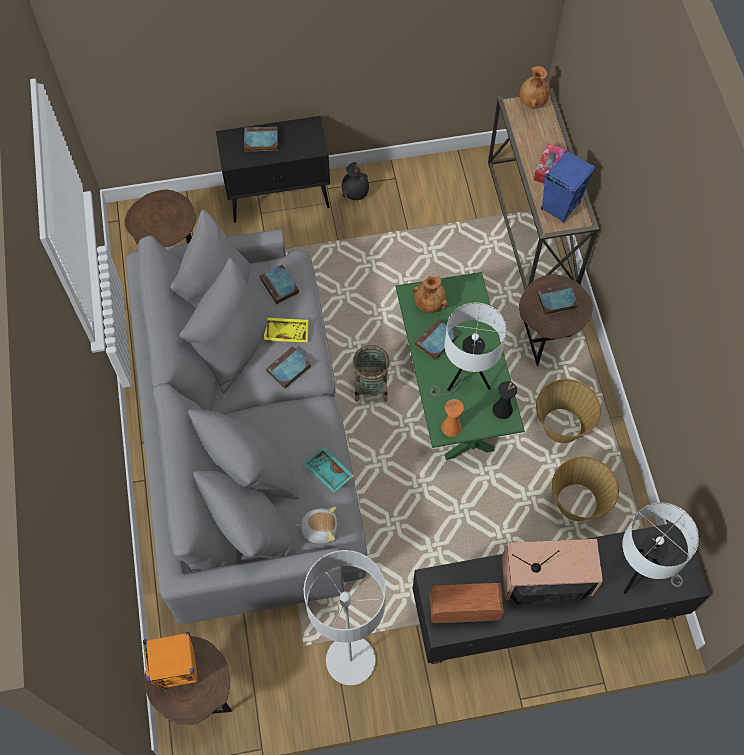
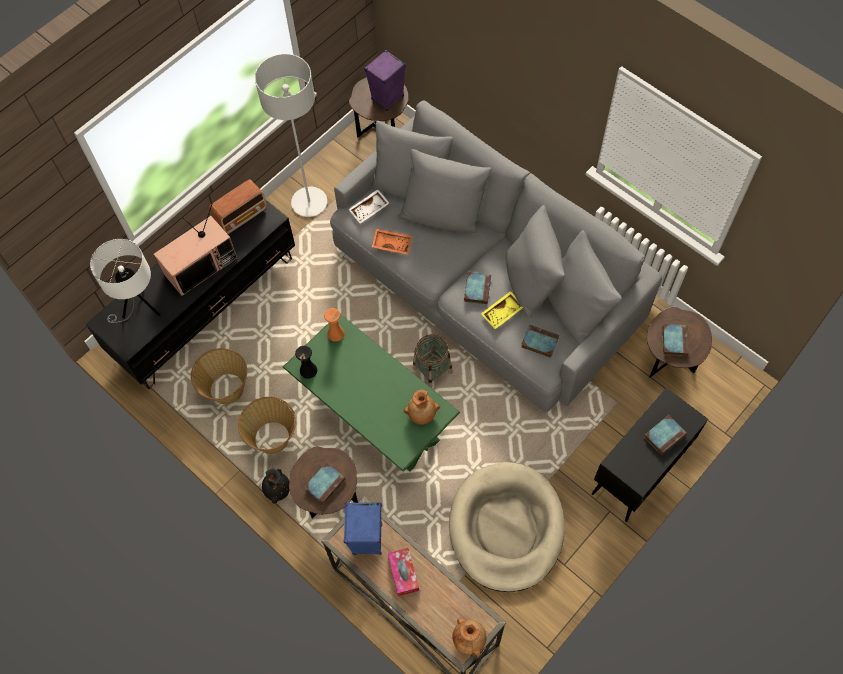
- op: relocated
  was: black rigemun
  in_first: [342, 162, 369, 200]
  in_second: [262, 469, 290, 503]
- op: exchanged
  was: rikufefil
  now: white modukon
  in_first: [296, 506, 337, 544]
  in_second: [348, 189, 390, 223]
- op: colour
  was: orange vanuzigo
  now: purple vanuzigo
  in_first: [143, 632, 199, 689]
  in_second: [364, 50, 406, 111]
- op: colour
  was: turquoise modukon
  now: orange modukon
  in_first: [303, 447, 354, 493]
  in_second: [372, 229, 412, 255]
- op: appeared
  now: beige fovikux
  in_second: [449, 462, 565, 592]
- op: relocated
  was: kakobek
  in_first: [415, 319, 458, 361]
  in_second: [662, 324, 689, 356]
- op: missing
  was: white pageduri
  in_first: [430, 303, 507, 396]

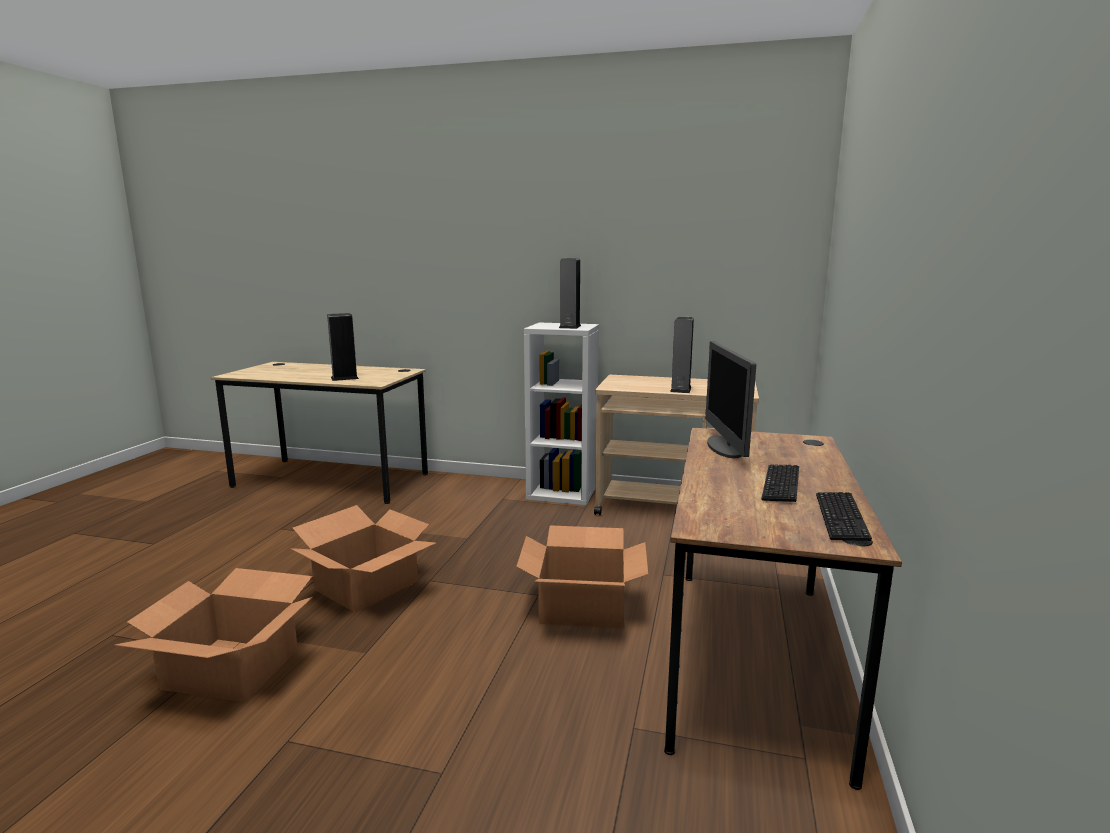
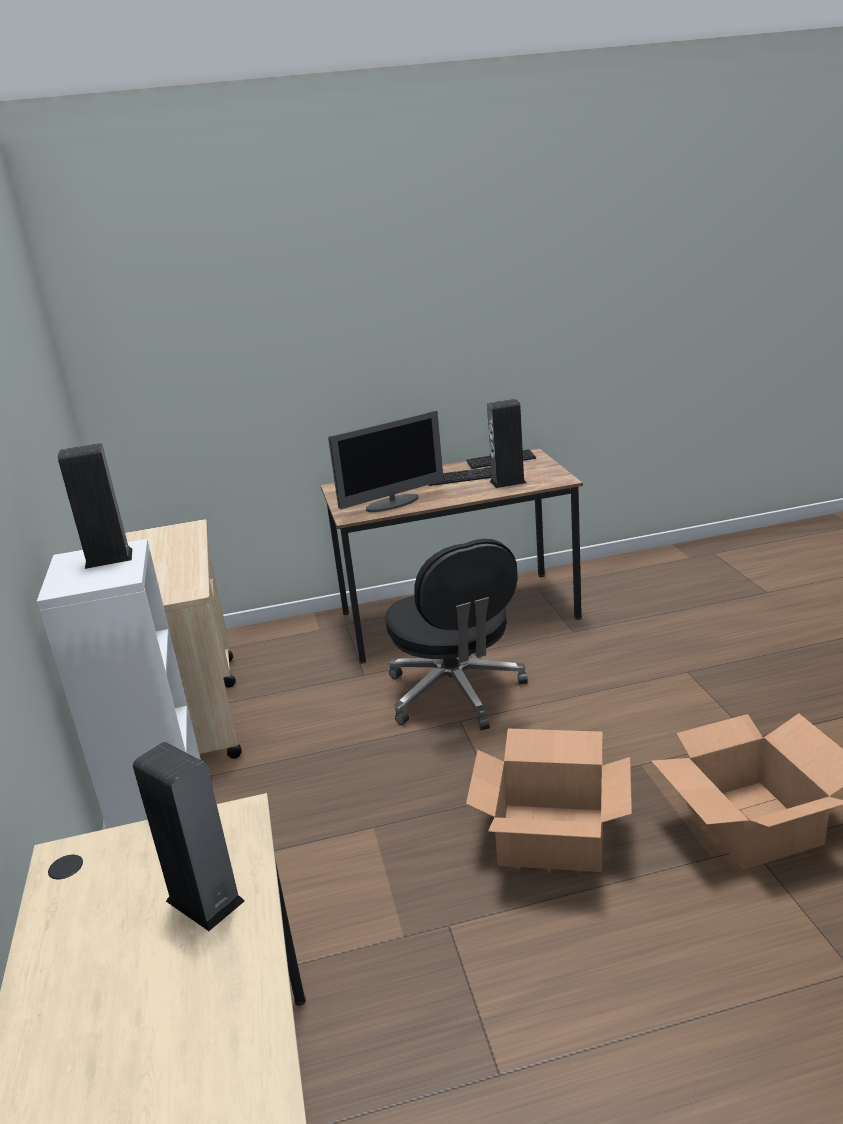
- op: exchanged
  was: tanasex
  now: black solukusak
  in_first: [516, 525, 648, 628]
  in_second: [385, 539, 528, 730]
- op: relocated
  was: vanuzigo
  in_first: [670, 317, 694, 393]
  in_second: [487, 399, 526, 488]

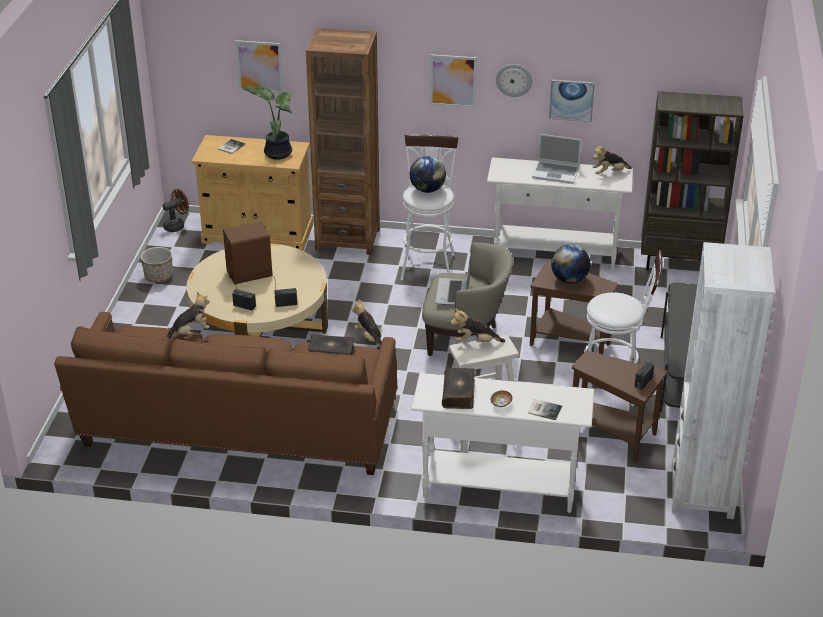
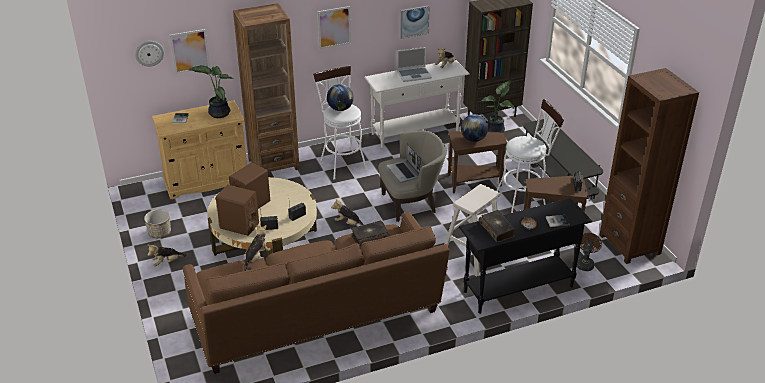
- op: relocated
  was: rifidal
  in_first: [496, 64, 532, 97]
  in_second: [135, 41, 164, 67]
- op: relocated
  was: rikufefil
  in_first: [451, 308, 505, 342]
  in_second: [148, 245, 187, 266]
- op: appeared
  now: brown vanuzigo
  in_second: [215, 185, 259, 236]
- op: colour
  was: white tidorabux
  now: black tidorabux
  in_first: [411, 373, 594, 513]
  in_second: [459, 198, 592, 314]
- op: appeared
  now: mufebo
  in_second: [481, 80, 514, 132]
- op: relocated
  was: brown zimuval
  in_first: [162, 189, 189, 232]
  in_second: [577, 233, 602, 271]
- op: colour
  was: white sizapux
  now: brown sizapux
  in_first: [672, 242, 775, 519]
  in_second: [600, 68, 699, 264]

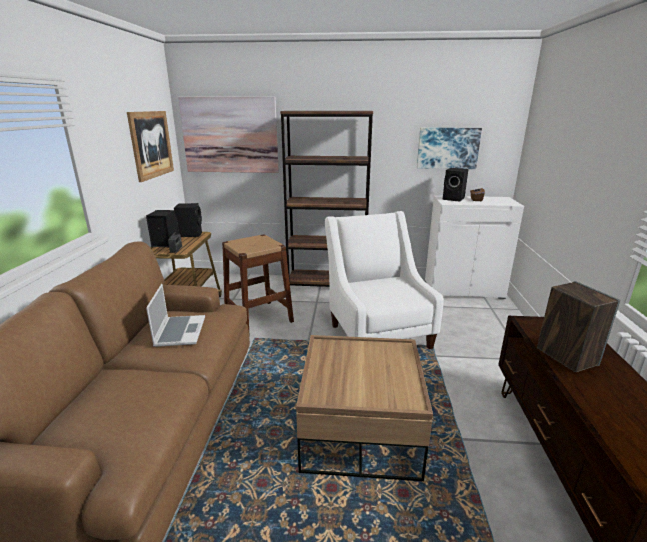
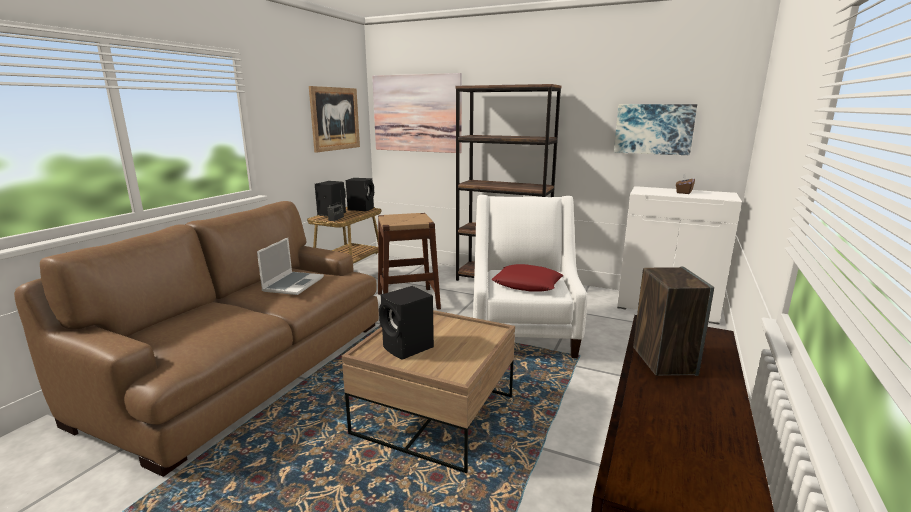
- op: relocated
  was: black vanuzigo
  in_first: [442, 168, 468, 201]
  in_second: [379, 286, 434, 360]
- op: appeared
  now: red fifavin
  in_second: [492, 264, 563, 292]

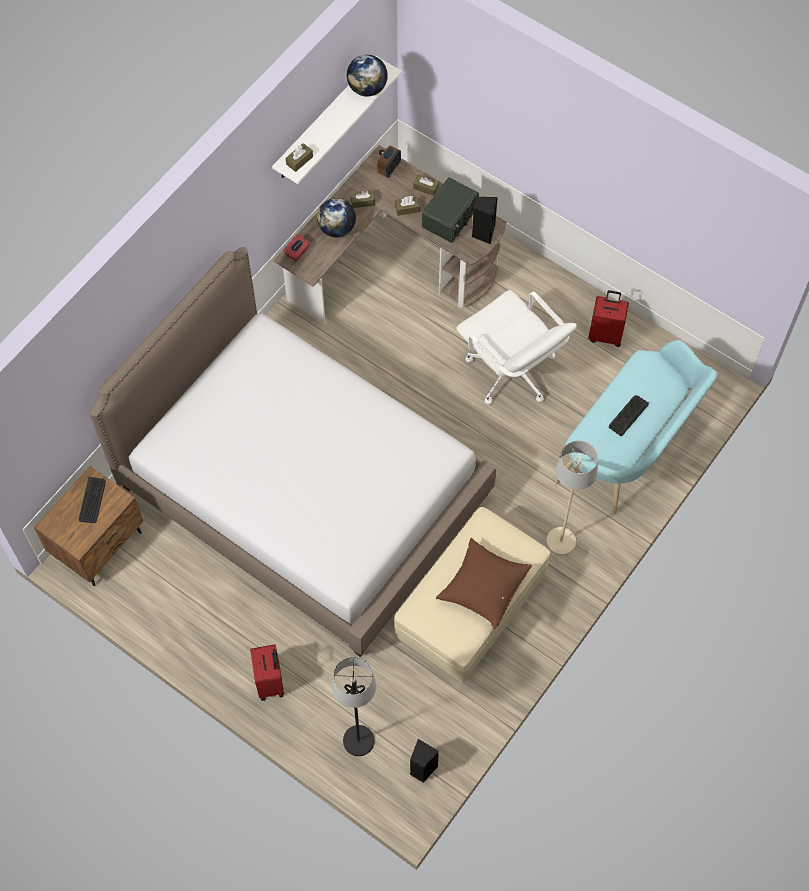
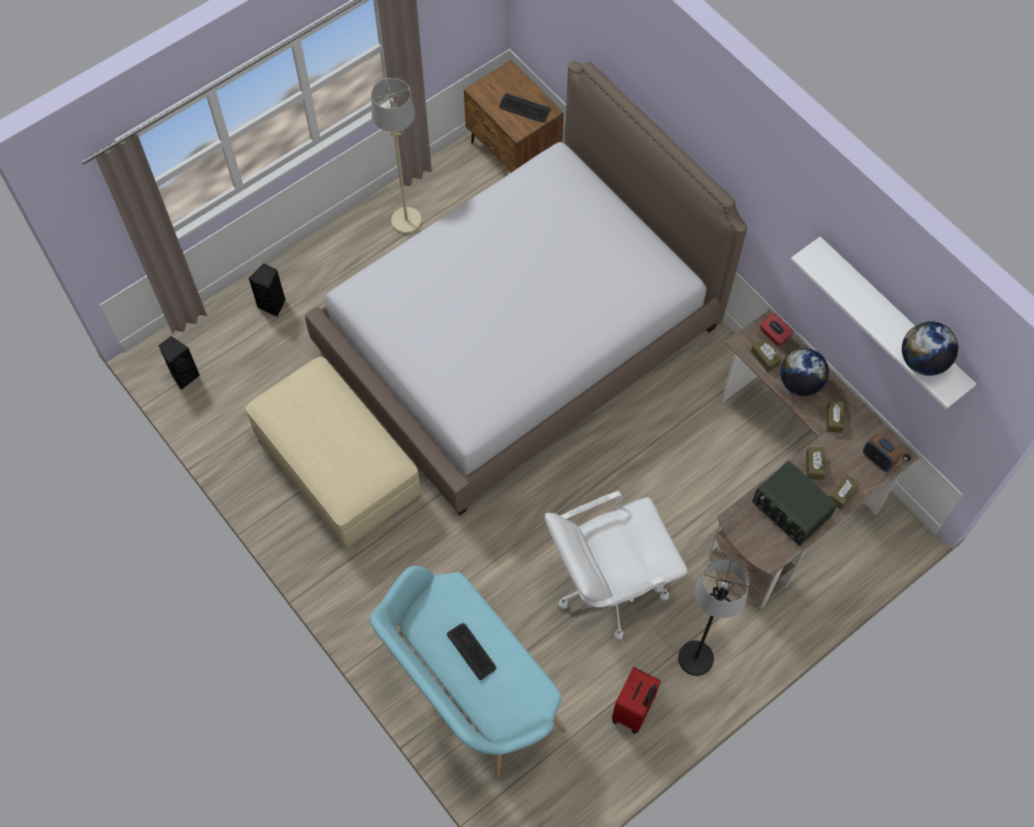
- op: relocated
  was: black vanuzigo
  in_first: [472, 197, 498, 244]
  in_second: [248, 263, 286, 317]
- op: relocated
  was: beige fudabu
  in_first: [546, 440, 598, 555]
  in_second: [371, 78, 422, 234]
- op: relocated
  was: black fudabu
  in_first: [332, 657, 376, 756]
  in_second: [678, 559, 749, 676]
- op: relocated
  was: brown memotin
  in_first: [286, 143, 313, 172]
  in_second: [751, 339, 782, 372]
- op: missing
  was: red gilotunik
  in_first: [250, 644, 284, 701]
- op: missing
  was: brown fifavin
  in_first: [436, 538, 532, 630]

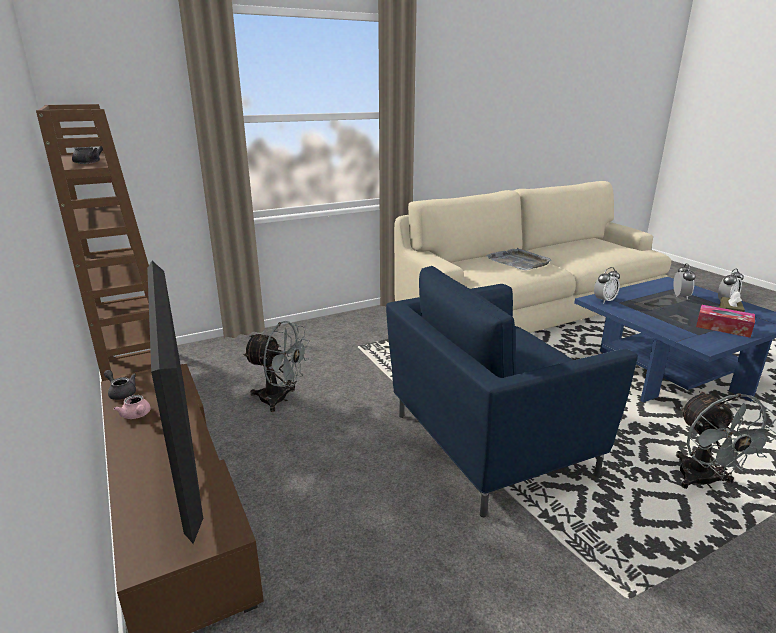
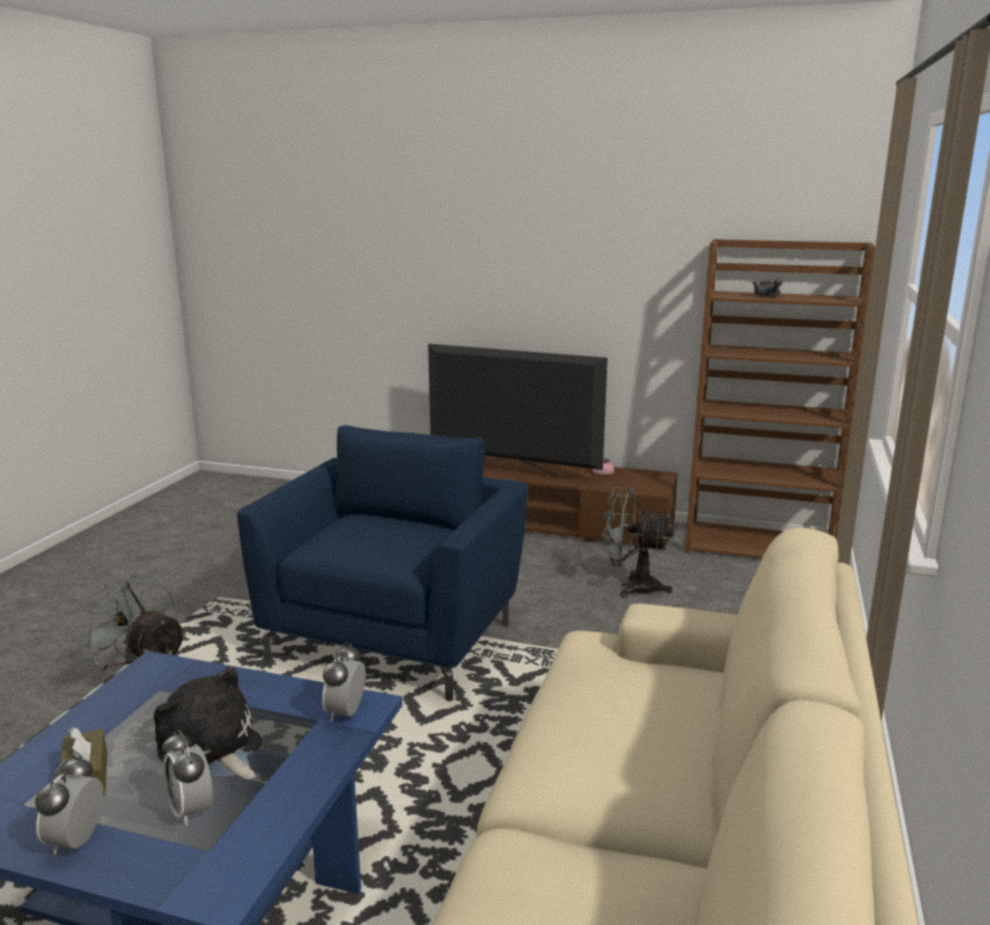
- op: appeared
  now: rikufefil
  in_second: [154, 666, 262, 779]
- op: spun
  was: grey zimuval
  in_first: [243, 321, 309, 412]
  in_second: [601, 487, 674, 598]
  clockwise: 45
- op: missing
  was: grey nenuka
  in_first: [104, 370, 136, 400]
- op: missing
  was: grey modukon
  in_first: [486, 248, 551, 270]
- op: missing
  was: memotin
  in_first: [696, 305, 755, 338]

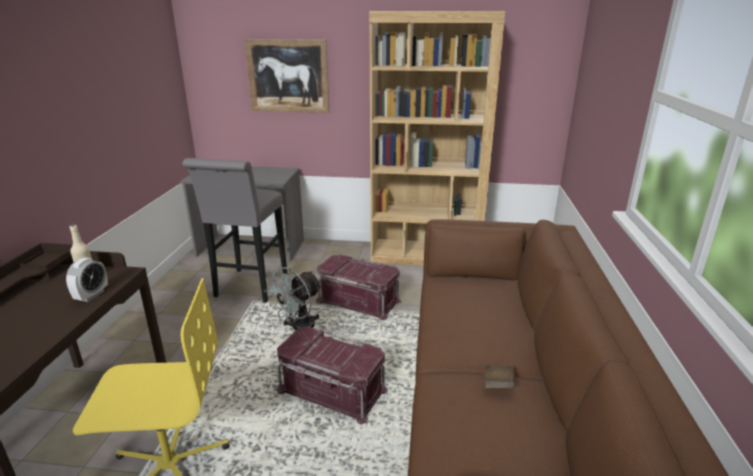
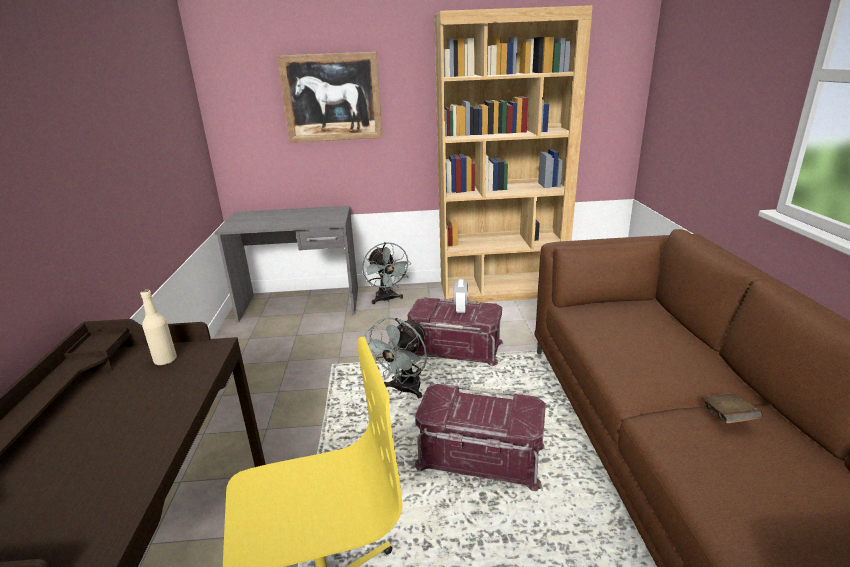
- op: appeared
  now: grey zimuval
  in_second: [362, 242, 411, 304]
- op: relocated
  was: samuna
  in_first: [66, 258, 108, 302]
  in_second: [454, 279, 468, 313]
- op: missing
  was: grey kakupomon
  in_first: [182, 158, 288, 302]

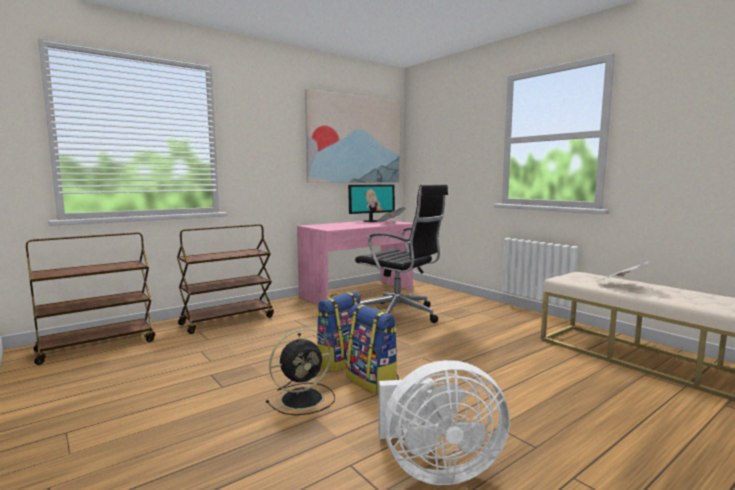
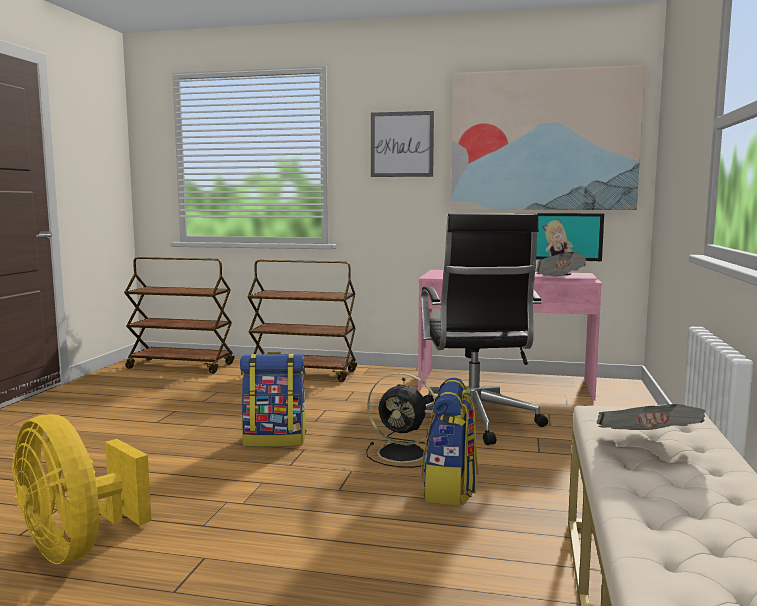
- op: colour
  was: white zimuval
  now: yellow zimuval
  in_first: [379, 360, 510, 485]
  in_second: [12, 414, 151, 564]
- op: relocated
  was: black zimuval
  in_first: [266, 328, 335, 415]
  in_second: [366, 373, 436, 468]
- op: appeared
  now: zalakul
  in_second: [371, 111, 434, 177]
- op: relocated
  was: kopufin
  in_first: [346, 304, 399, 395]
  in_second: [421, 378, 478, 505]

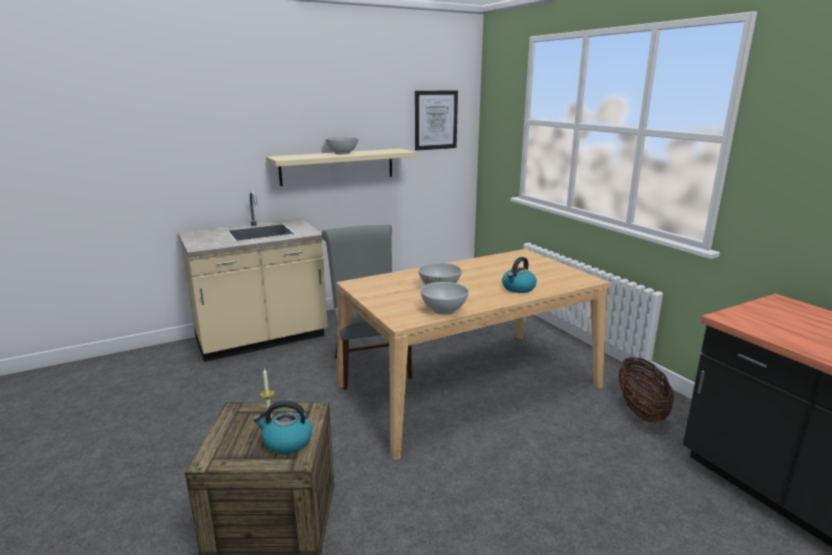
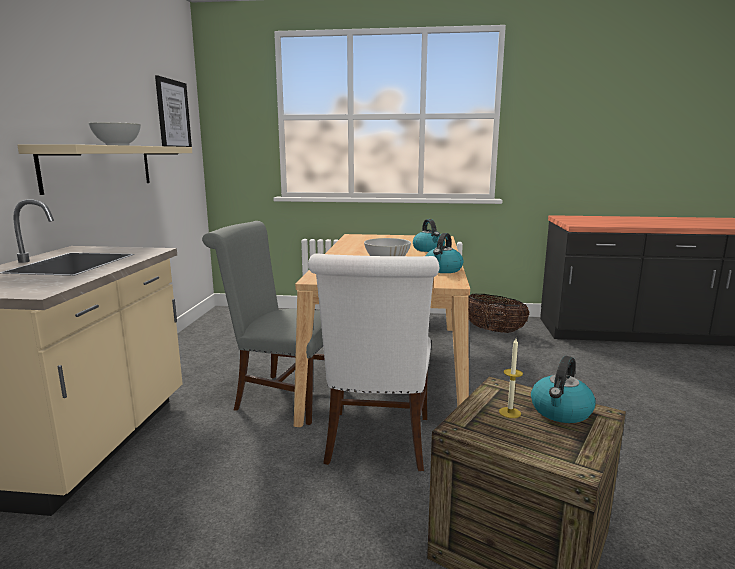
- op: appeared
  now: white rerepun
  in_second: [308, 253, 439, 471]
- op: exchanged
  was: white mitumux
  now: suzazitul
  in_first: [420, 282, 469, 315]
  in_second: [426, 233, 463, 273]

